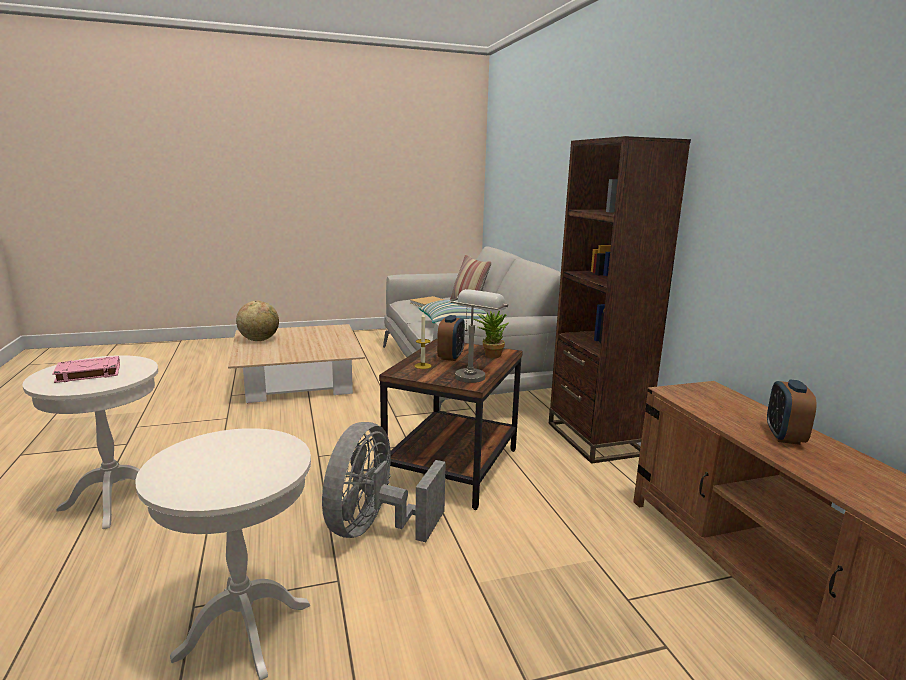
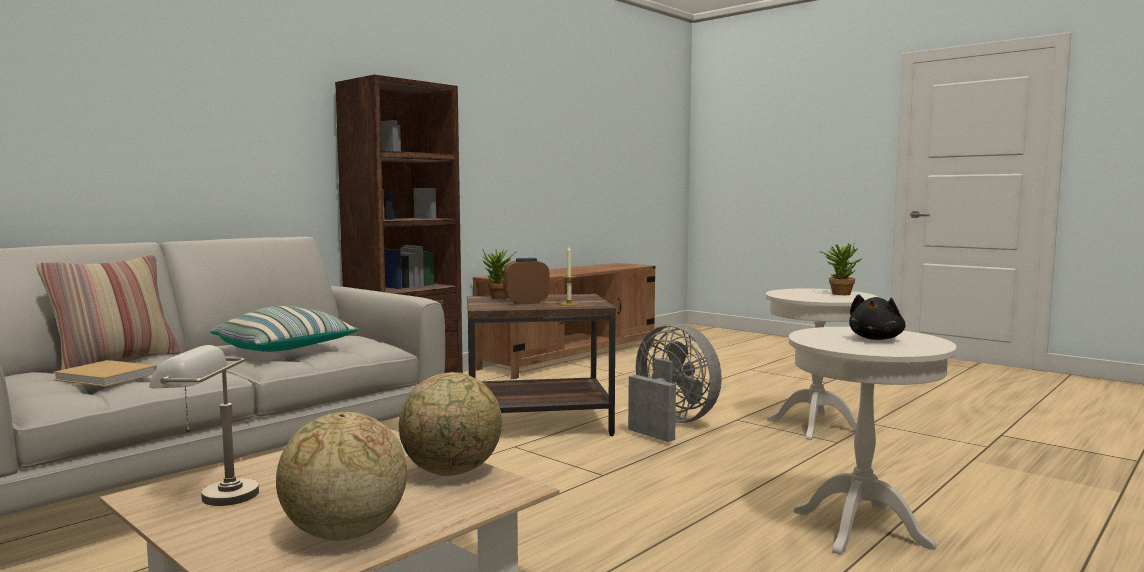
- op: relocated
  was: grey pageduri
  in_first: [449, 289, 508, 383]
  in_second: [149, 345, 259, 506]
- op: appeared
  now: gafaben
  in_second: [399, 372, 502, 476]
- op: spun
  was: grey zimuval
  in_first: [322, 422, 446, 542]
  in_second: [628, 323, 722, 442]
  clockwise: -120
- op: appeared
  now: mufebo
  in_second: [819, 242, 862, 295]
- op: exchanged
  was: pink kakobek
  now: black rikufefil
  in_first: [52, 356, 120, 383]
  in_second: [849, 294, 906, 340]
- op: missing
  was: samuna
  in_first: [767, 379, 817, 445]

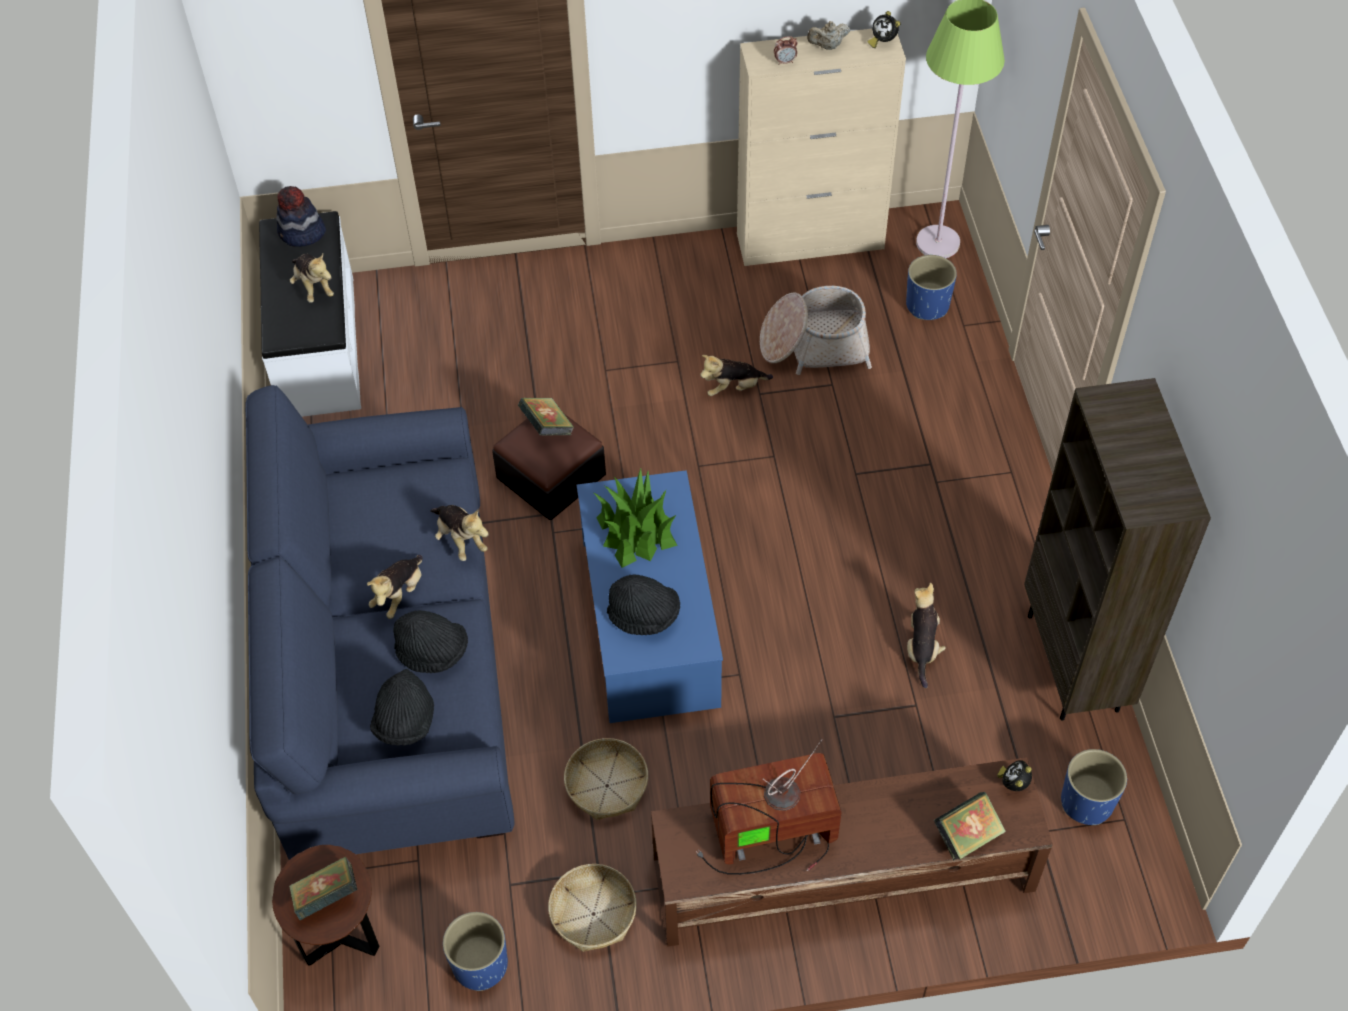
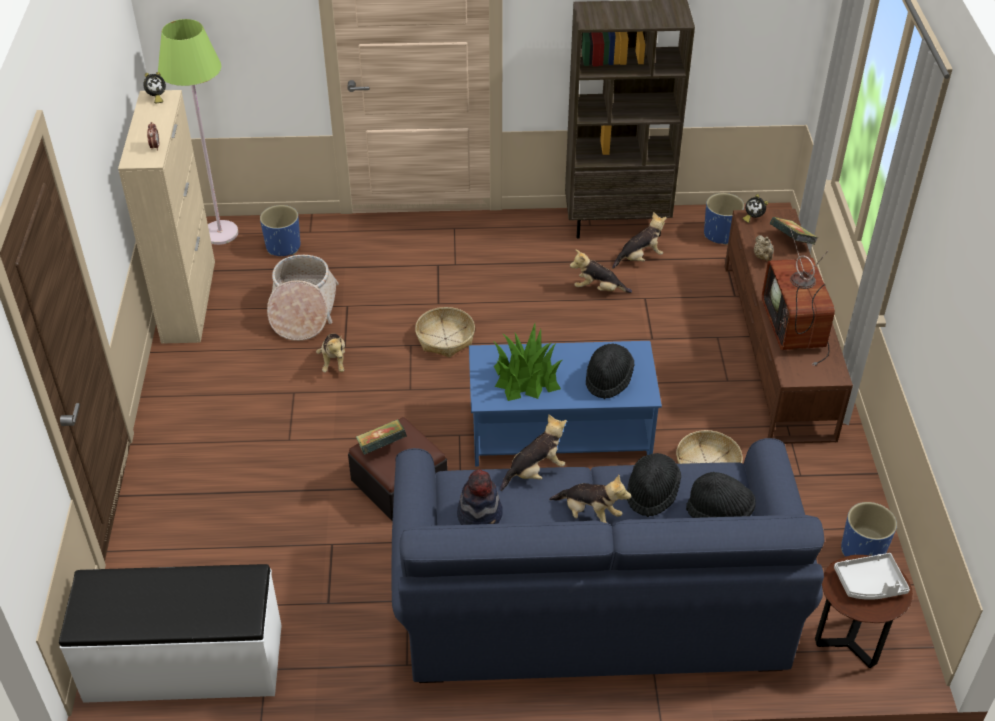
- op: relocated
  was: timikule
  in_first: [548, 864, 637, 952]
  in_second: [415, 307, 475, 358]
- op: relocated
  was: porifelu
  in_first: [276, 186, 326, 247]
  in_second: [457, 469, 503, 525]
- op: relocated
  was: rikufefil
  in_first: [290, 254, 334, 303]
  in_second: [612, 212, 667, 269]
- op: relocated
  was: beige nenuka
  in_first: [807, 21, 850, 50]
  in_second: [754, 235, 774, 261]
- op: exchanged
  was: kakobek
  now: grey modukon
  in_first: [289, 856, 357, 921]
  in_second: [834, 553, 910, 600]

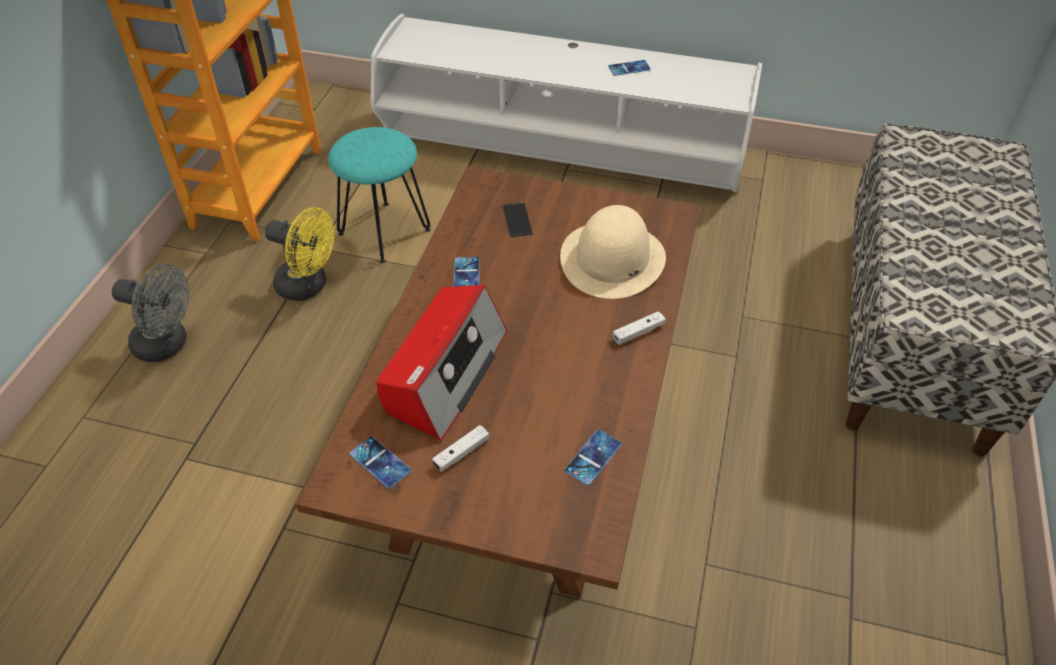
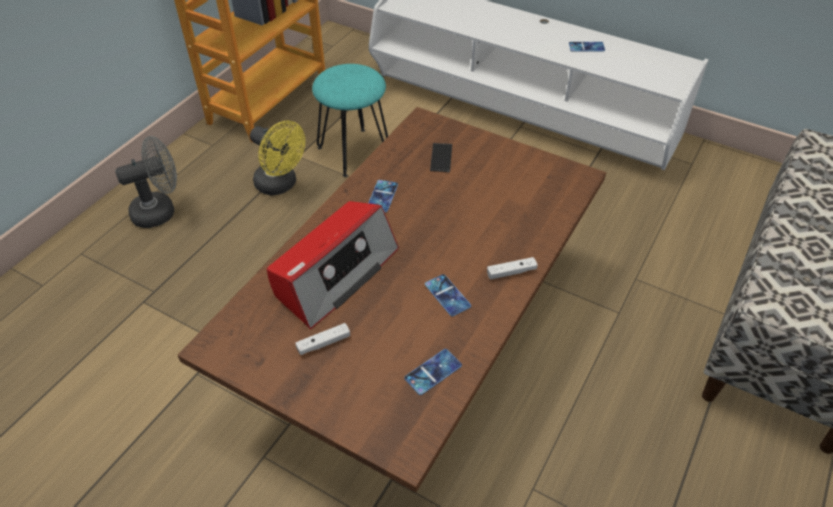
- op: spun
  was: grey zimuval
  in_first: [112, 264, 189, 362]
  in_second: [115, 136, 177, 228]
  clockwise: -60
- op: relocated
  was: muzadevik
  in_first: [350, 436, 411, 489]
  in_second: [425, 274, 471, 316]
- op: missing
  was: beige porifelu
  in_first: [560, 205, 666, 299]

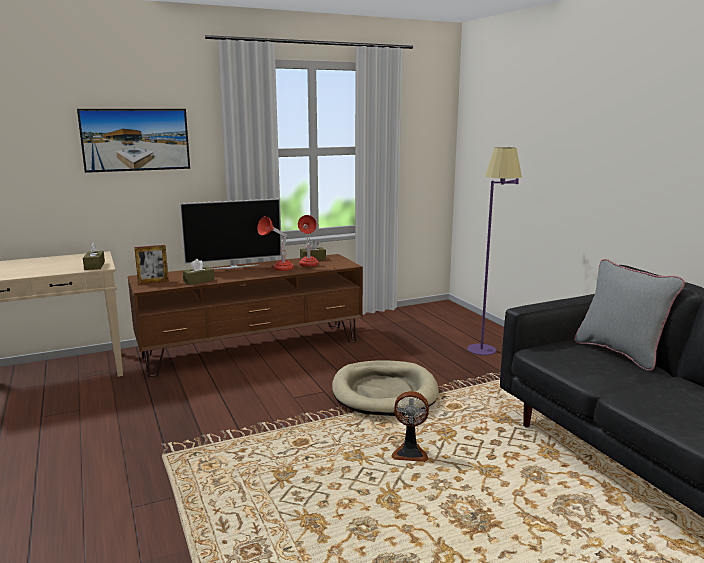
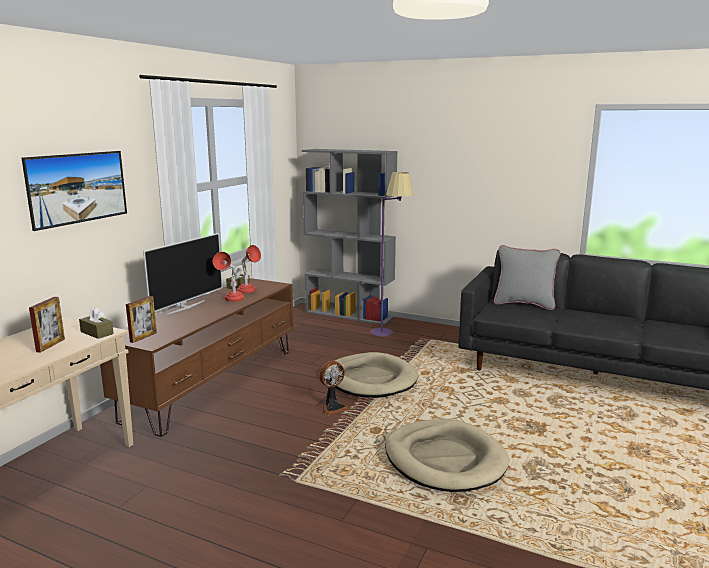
- op: appeared
  now: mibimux
  in_second: [29, 297, 65, 353]
- op: appeared
  now: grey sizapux
  in_second: [302, 149, 398, 325]
- op: relocated
  was: zimuval
  in_first: [391, 391, 429, 462]
  in_second: [319, 361, 349, 415]
- op: appeared
  now: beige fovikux
  in_second: [385, 419, 509, 492]
- op: missing
  was: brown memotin
  in_first: [183, 259, 214, 285]

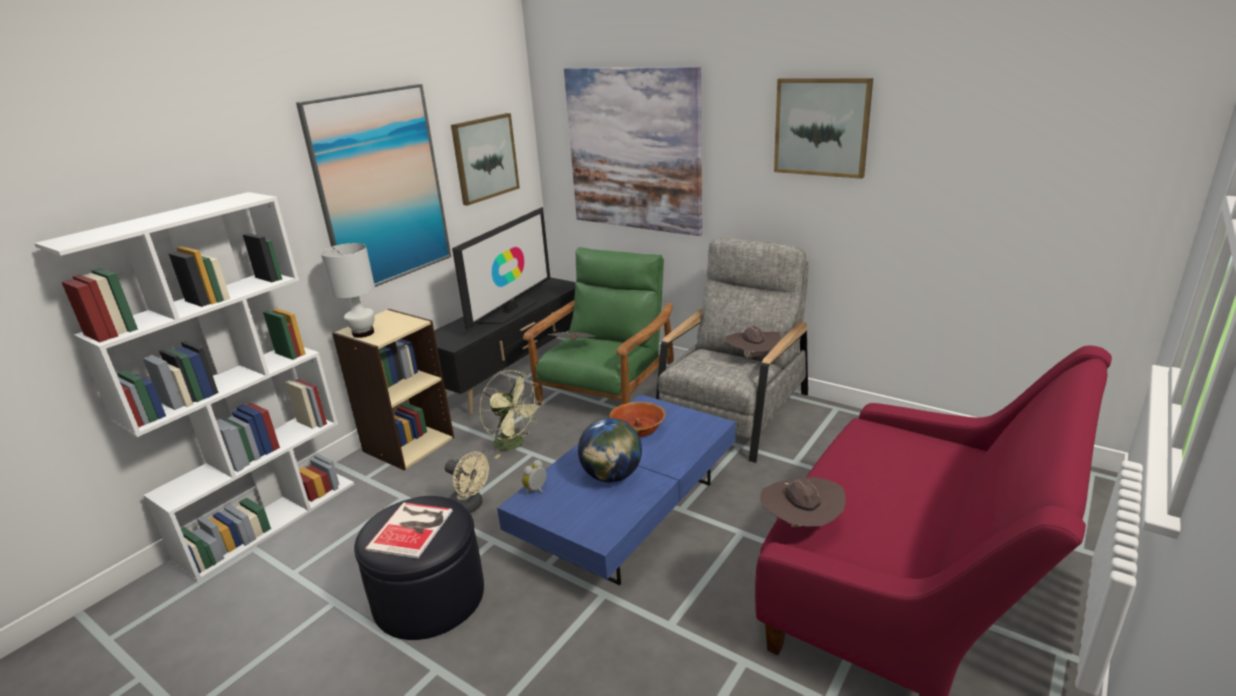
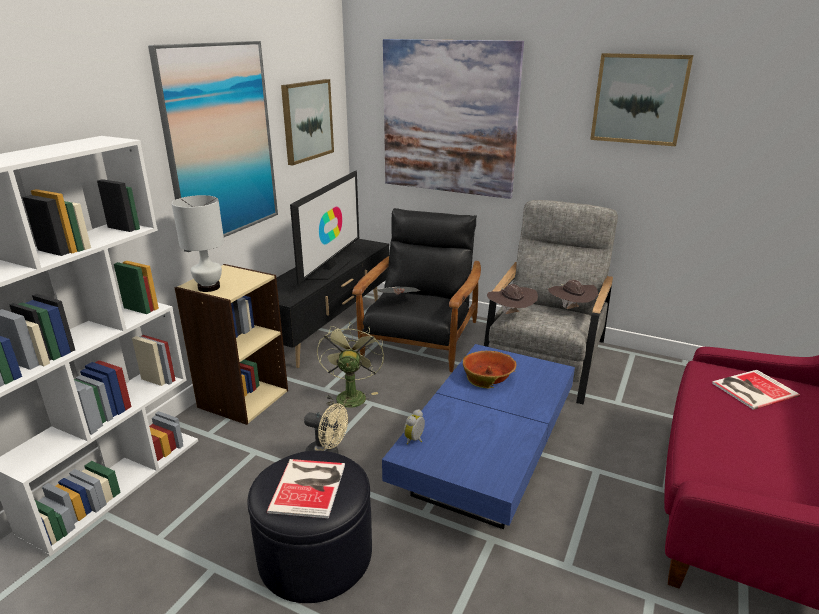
- op: spun
  was: green zimuval
  in_first: [479, 370, 542, 459]
  in_second: [317, 322, 384, 409]
  clockwise: -120
- op: colour
  was: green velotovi
  now: black velotovi
  in_first: [523, 247, 674, 406]
  in_second: [352, 208, 481, 372]
- op: relocated
  was: brown porifelu
  in_first: [760, 477, 846, 527]
  in_second: [487, 284, 538, 314]
- op: appeared
  now: kakobek
  in_second: [712, 370, 800, 410]
- op: missing
  was: gafaben
  in_first: [578, 418, 642, 482]

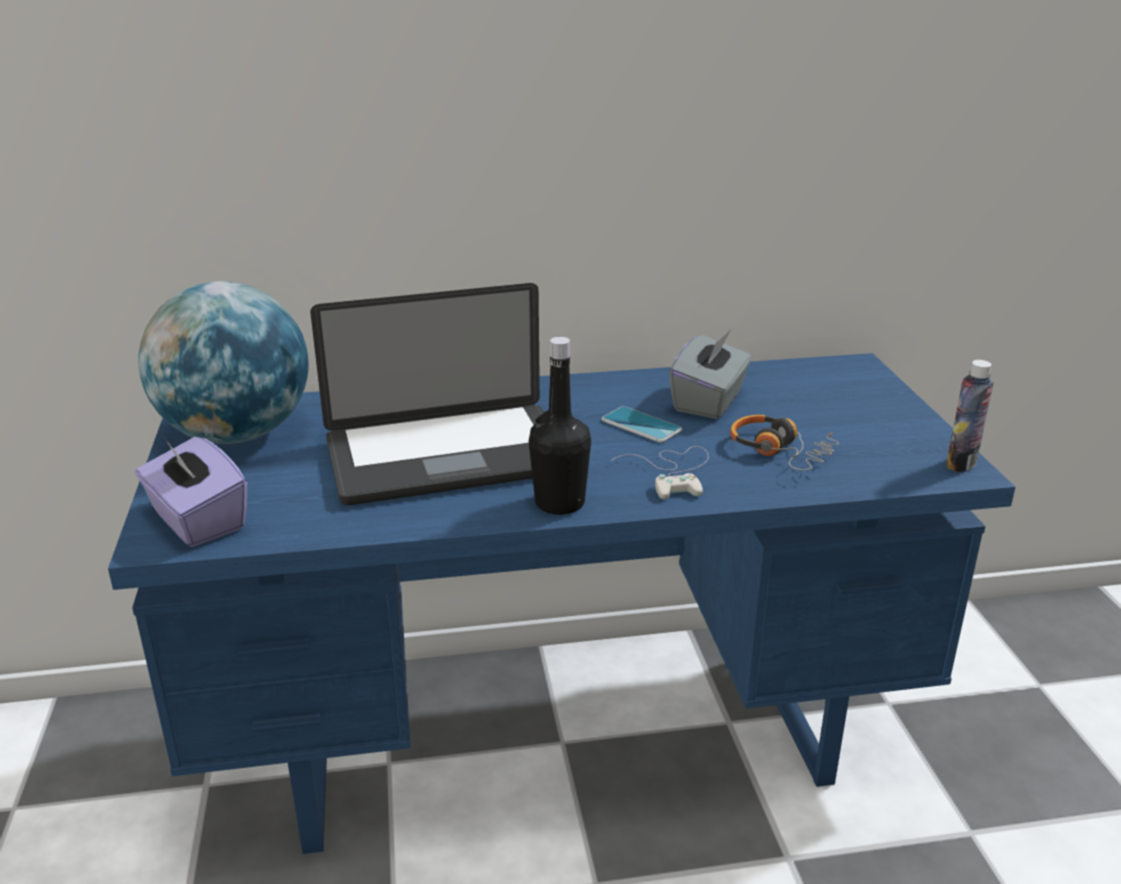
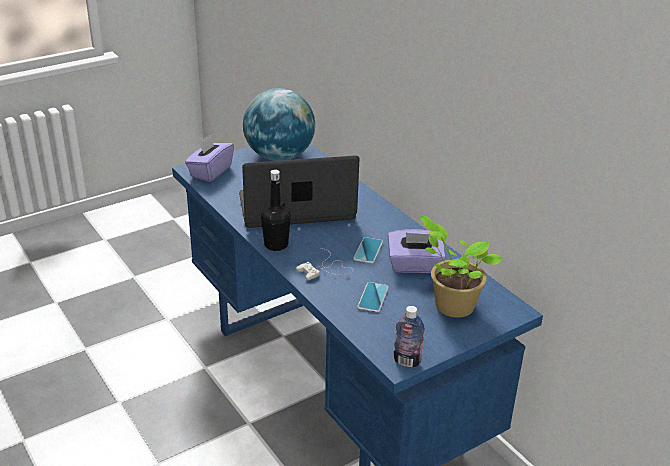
- op: spun
  was: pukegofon
  in_first: [310, 283, 544, 505]
  in_second: [239, 156, 359, 228]
  clockwise: 120
- op: exchanged
  was: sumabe
  now: muzadevik
  in_first: [730, 415, 839, 470]
  in_second: [357, 282, 389, 313]
- op: colour
  was: grey memotin
  now: purple memotin
  in_first: [669, 329, 752, 419]
  in_second: [388, 229, 445, 273]
- op: appeared
  now: mufebo
  in_second: [419, 215, 503, 318]

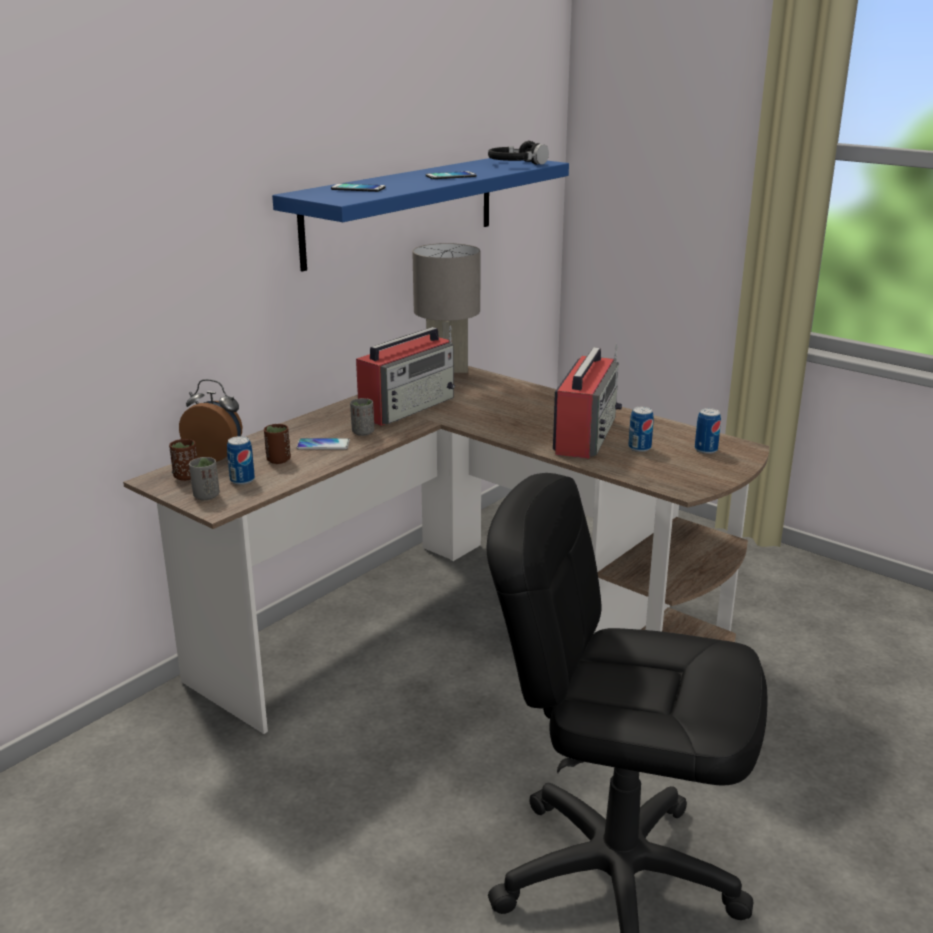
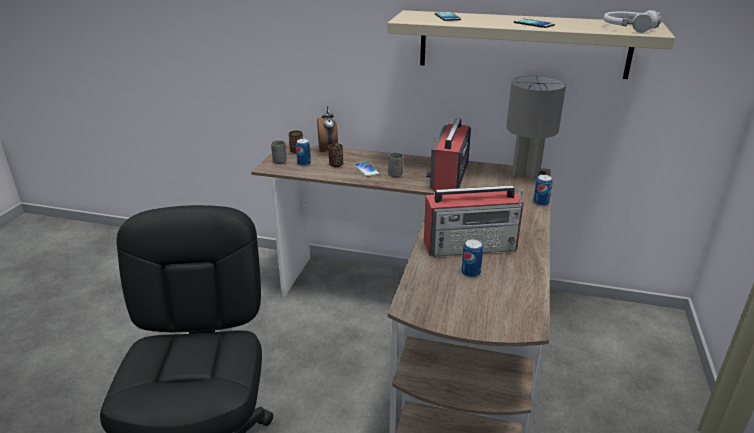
- op: colour
  was: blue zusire
  now: beige zusire
  in_first: [272, 158, 569, 272]
  in_second: [387, 10, 675, 79]
- op: spun
  was: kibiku
  in_first: [356, 326, 455, 426]
  in_second: [426, 118, 471, 191]
  clockwise: 90
- op: relocated
  was: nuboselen
  in_first: [695, 408, 721, 454]
  in_second: [533, 175, 553, 206]
- op: colour
  was: black sumabe
  now: white sumabe
  in_first: [488, 141, 549, 165]
  in_second: [603, 10, 661, 33]

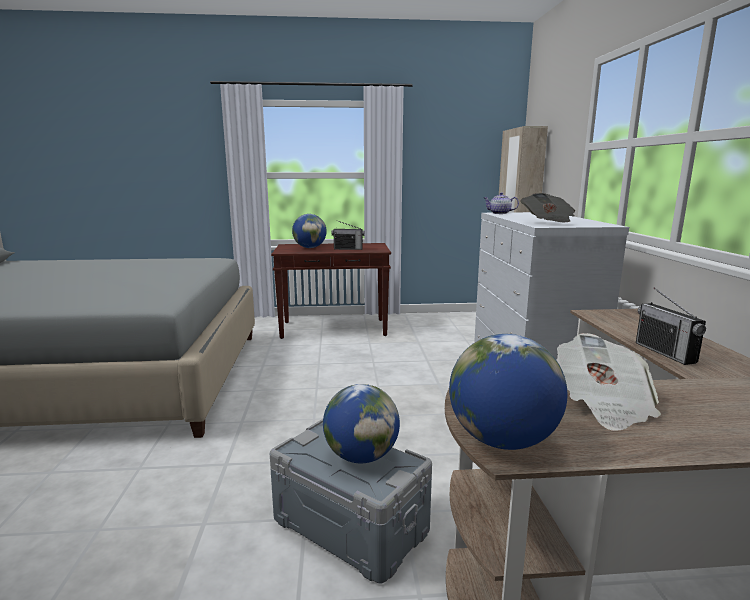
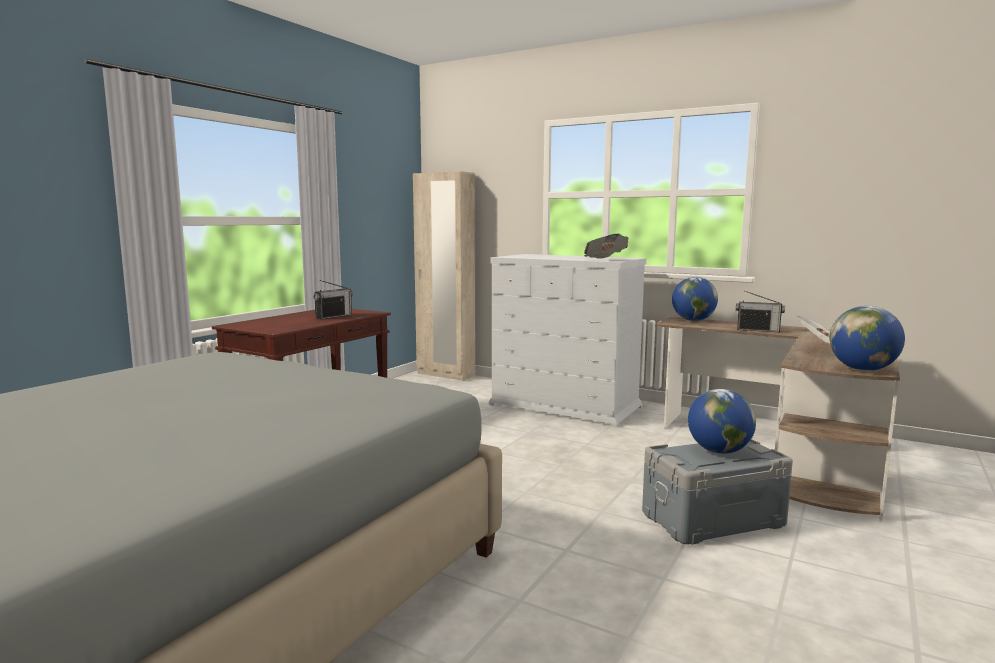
- op: relocated
  was: gafaben
  in_first: [292, 214, 327, 248]
  in_second: [672, 277, 718, 321]
- op: missing
  was: nenuka
  in_first: [484, 192, 519, 214]

